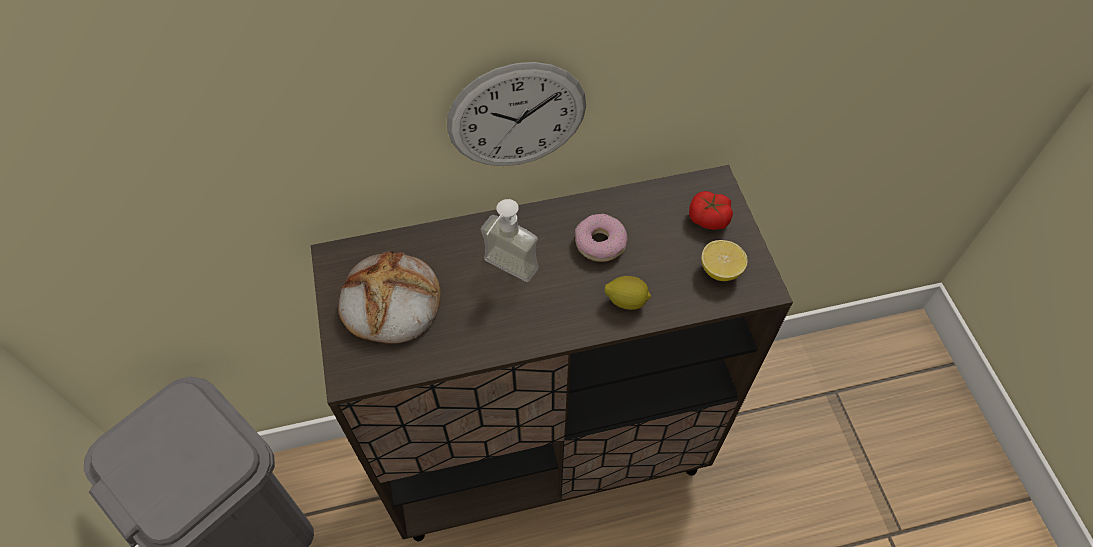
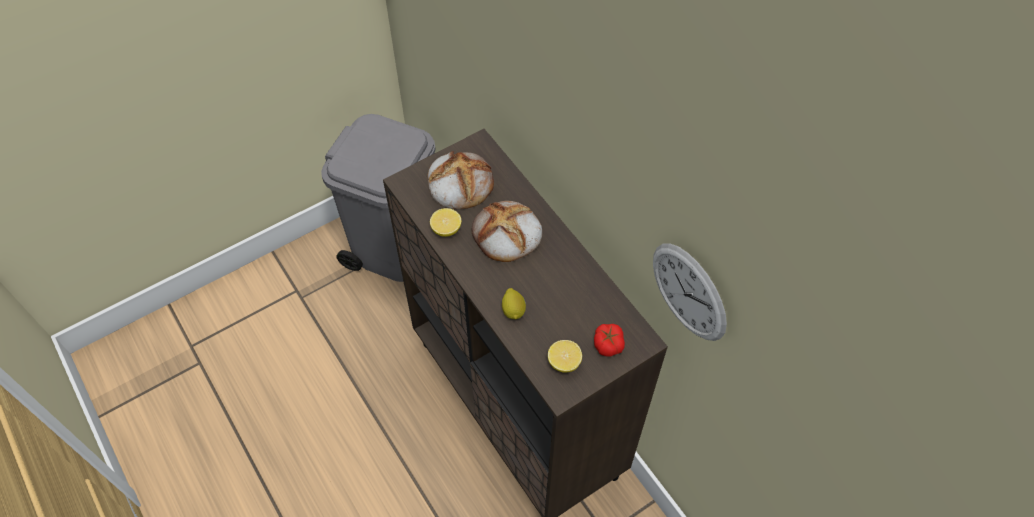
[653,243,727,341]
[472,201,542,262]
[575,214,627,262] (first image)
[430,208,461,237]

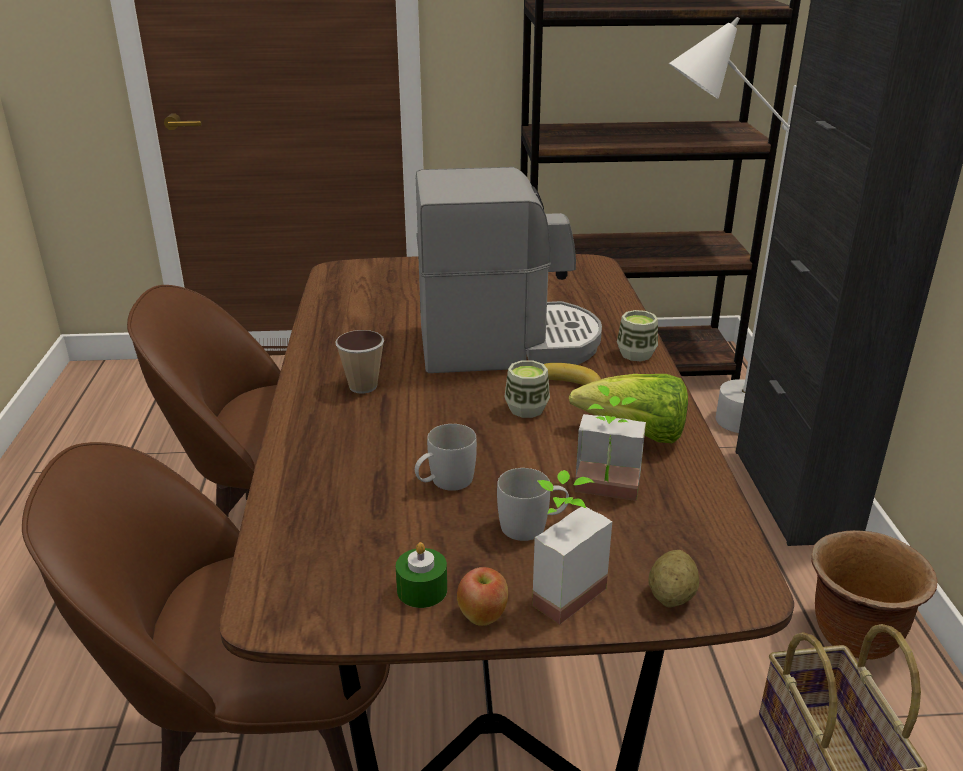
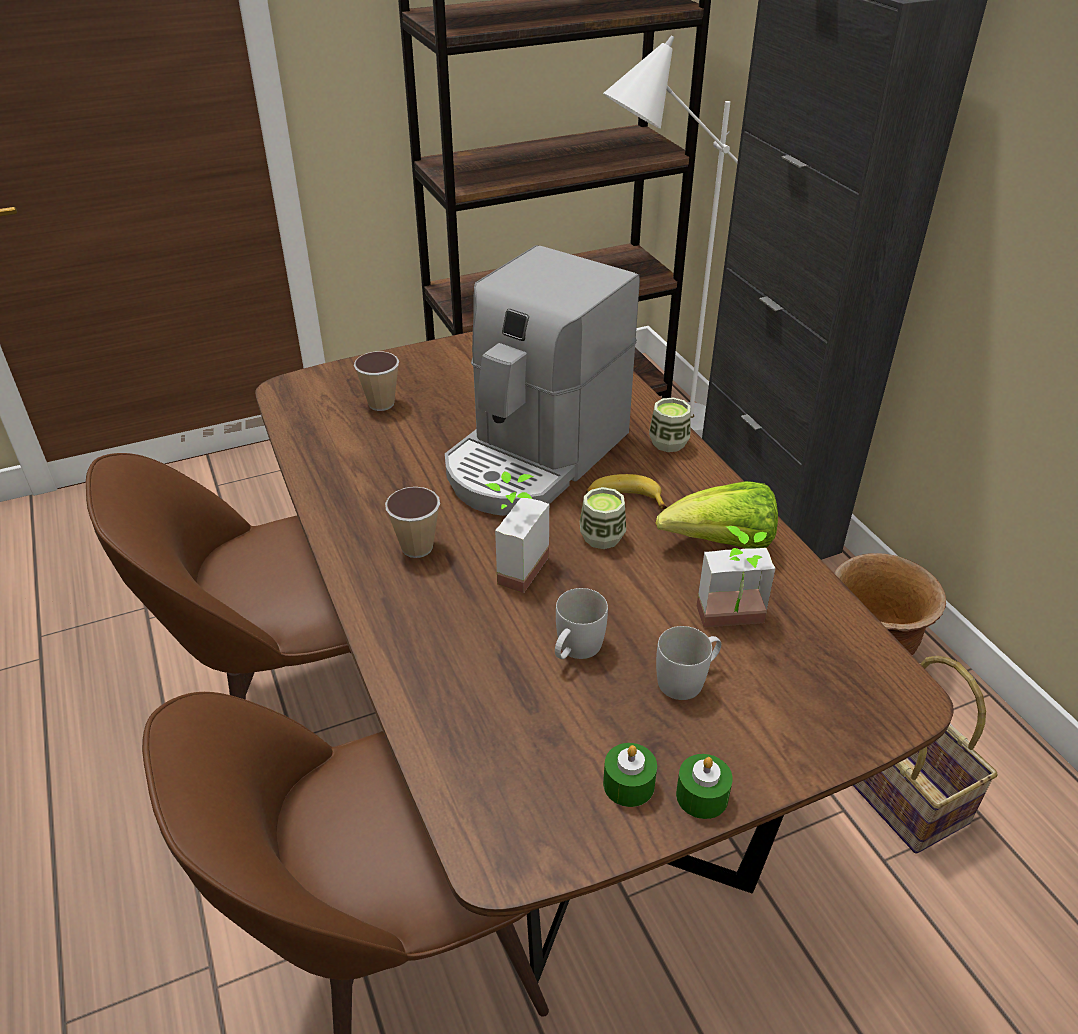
[445,245,640,516]
[485,471,549,593]
[649,550,699,607] (first image)
[676,754,733,819]
[354,351,399,411]

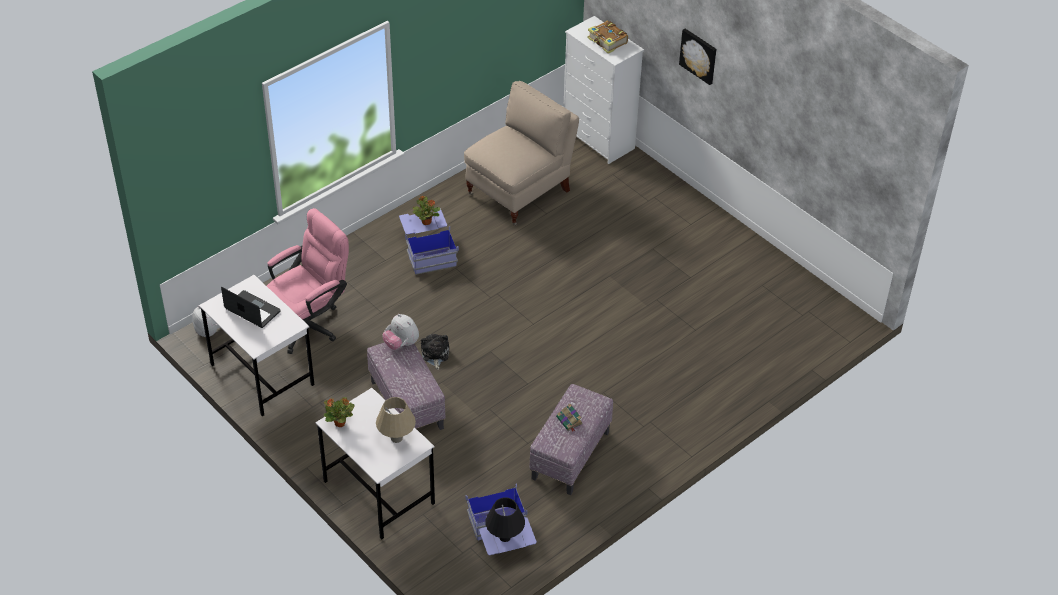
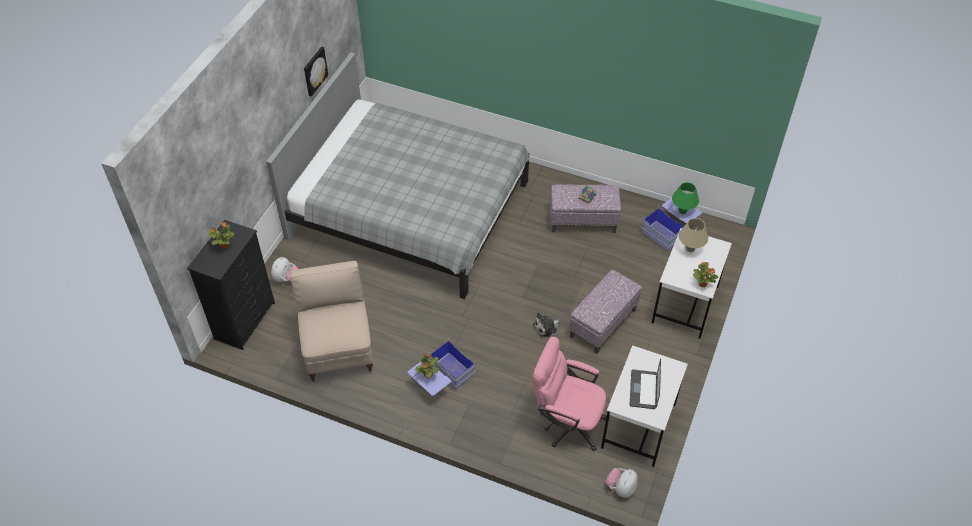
[187,220,275,350]
[207,222,234,249]
[304,47,328,97]
[290,261,373,382]
[271,257,299,282]
[672,182,699,214]
[266,53,530,299]

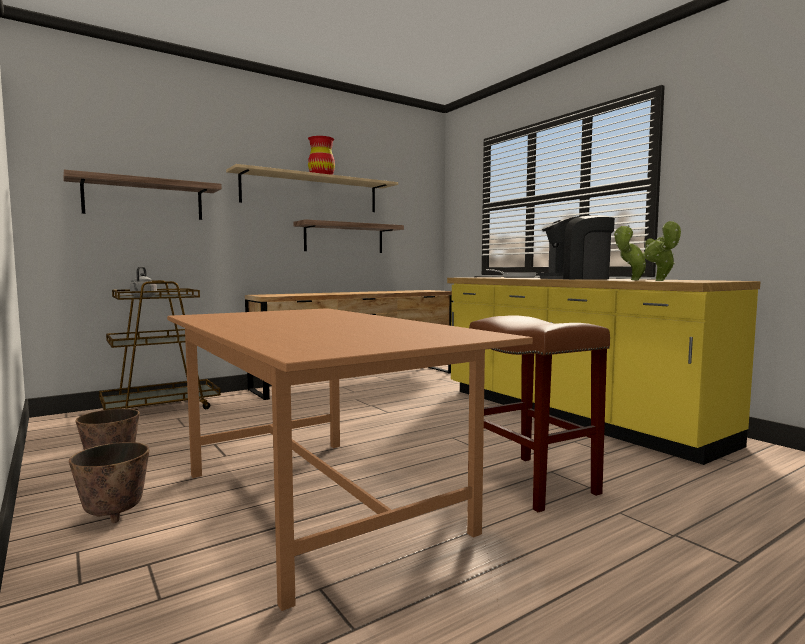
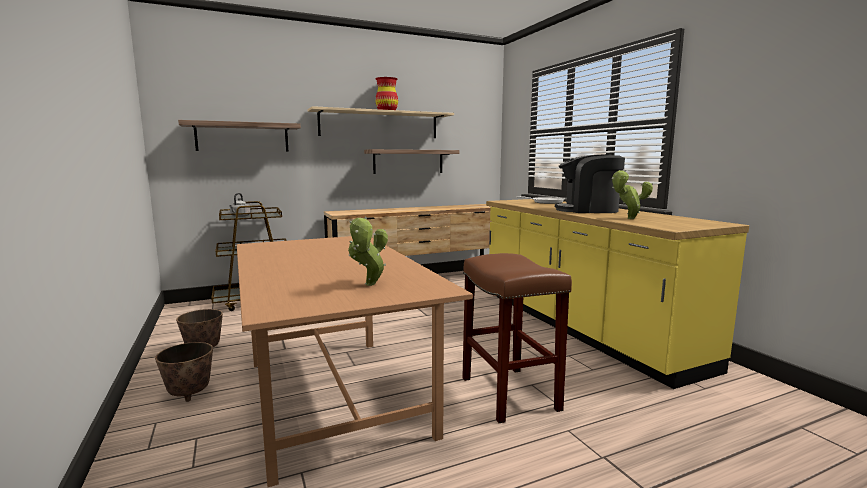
[348,217,388,286]

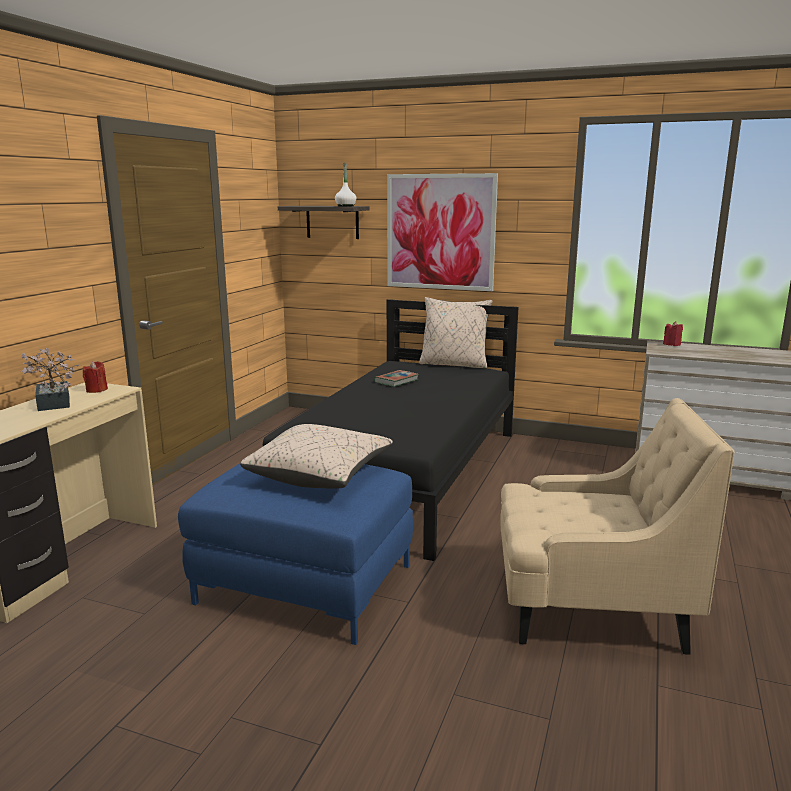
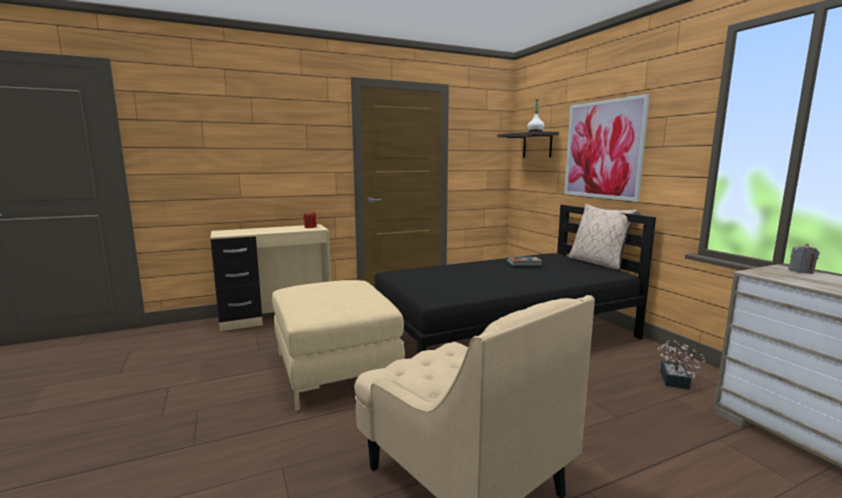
[788,244,820,274]
[657,340,705,390]
[240,424,393,489] (first image)
[272,280,405,411]

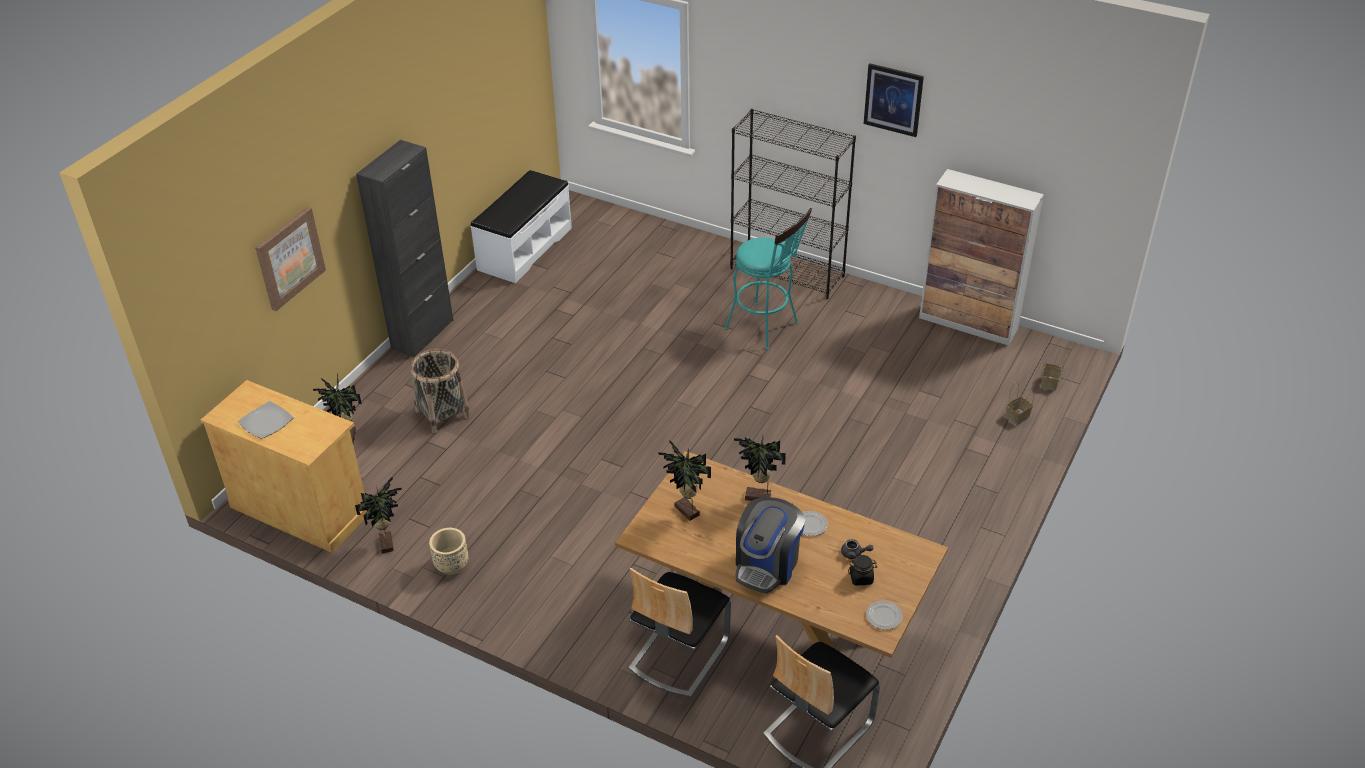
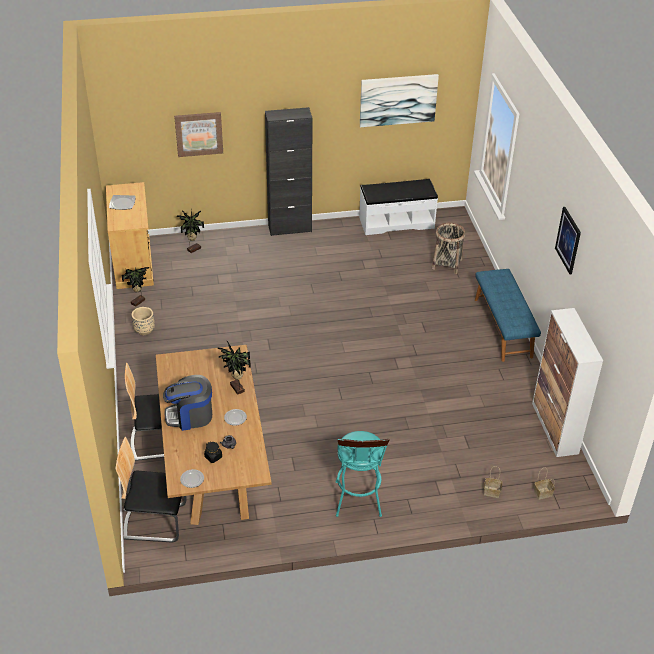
[475,269,541,362]
[335,431,389,517]
[432,223,465,274]
[658,440,711,521] (first image)
[360,74,439,127]

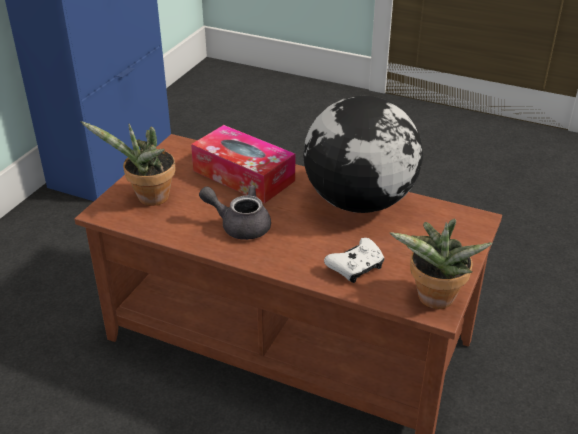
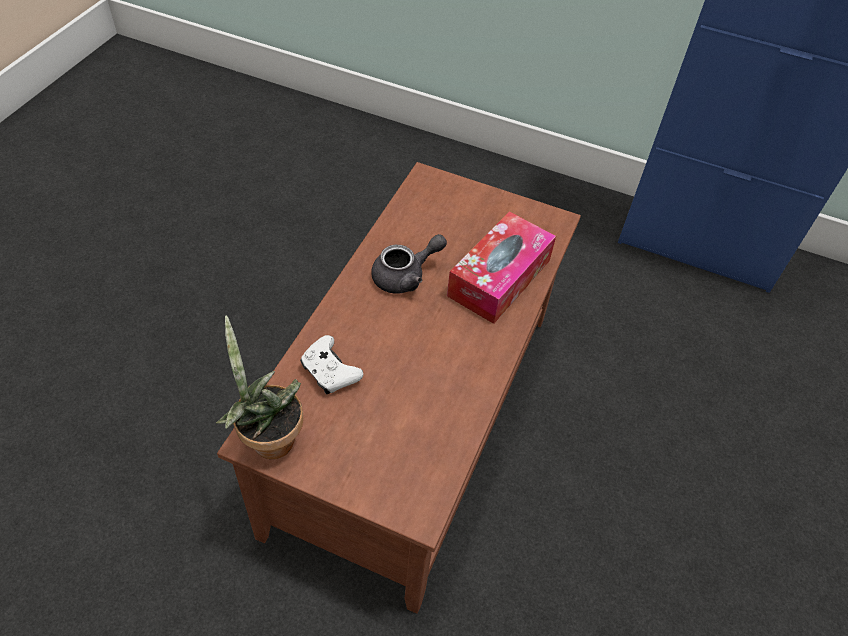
[303,96,423,213] (first image)
[81,121,176,206] (first image)
[371,234,447,293]

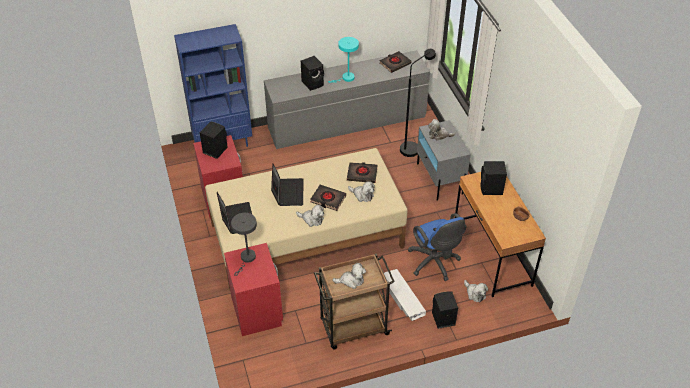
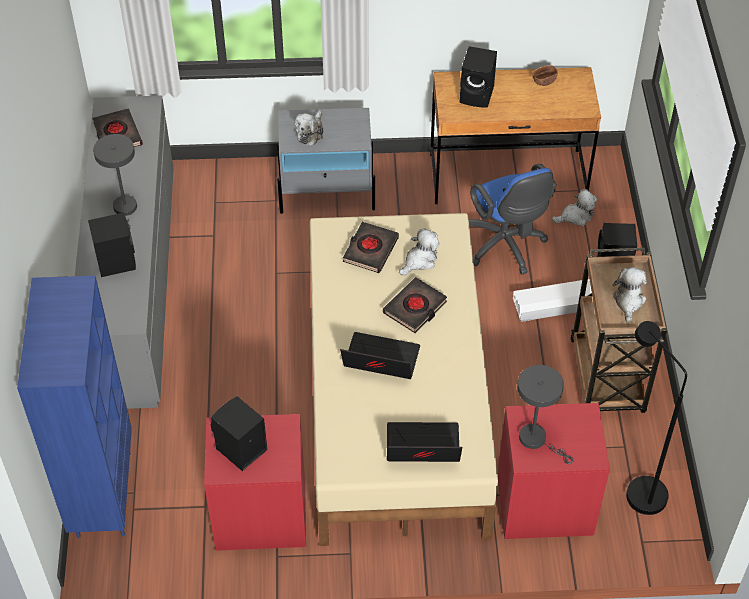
[93,134,137,228]
[626,321,687,515]
[296,205,324,227] (first image)
[469,164,557,275]

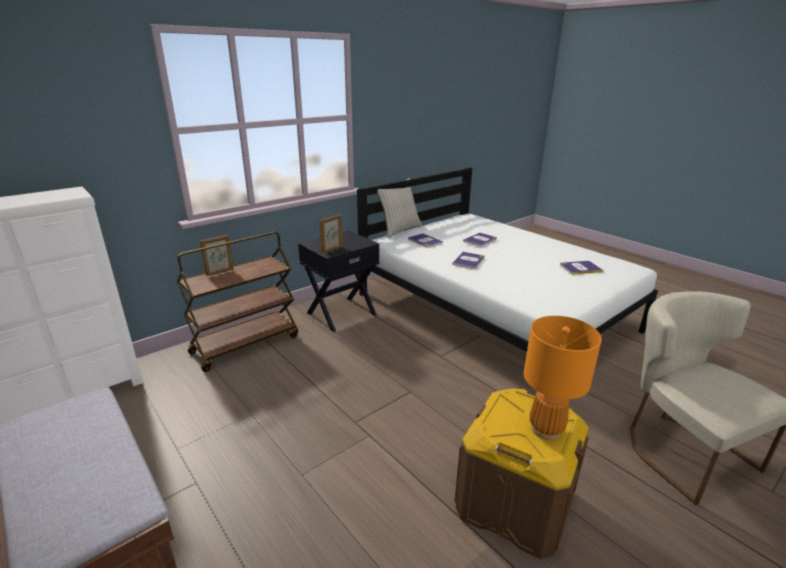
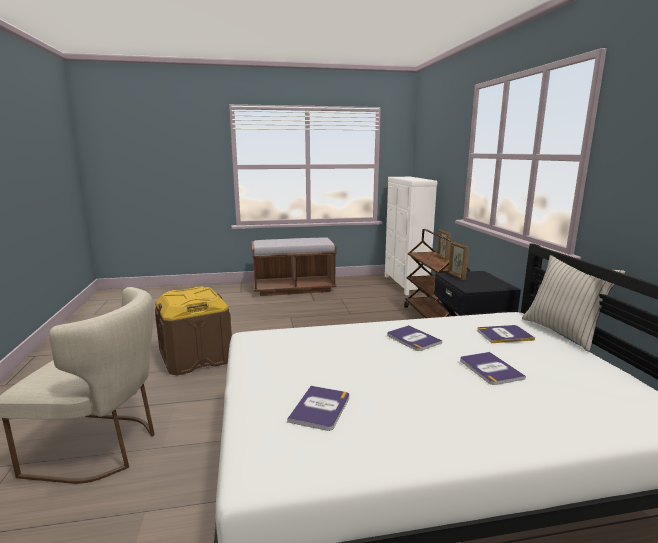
[524,316,602,440] (first image)

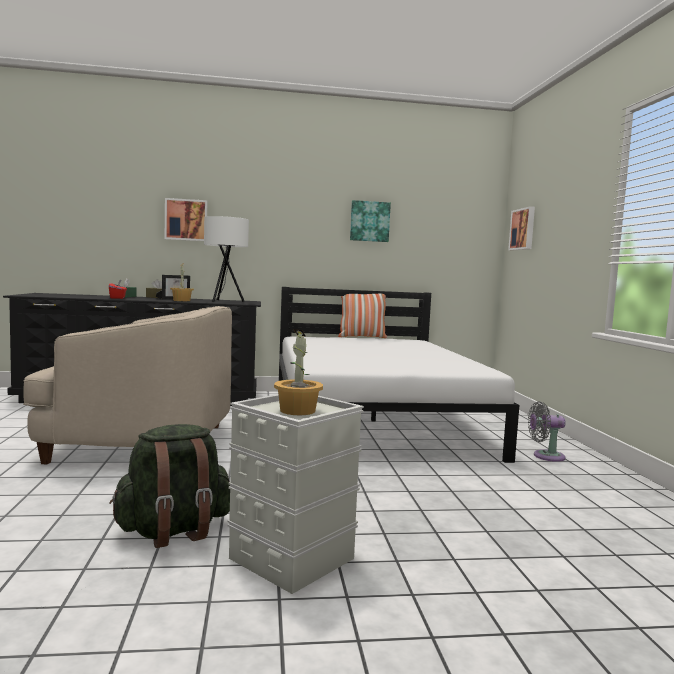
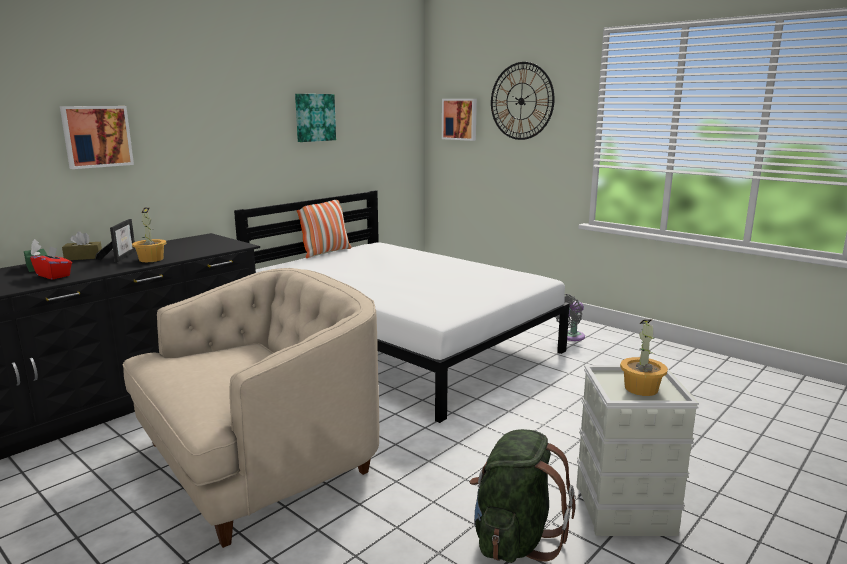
[204,216,249,302] (first image)
[491,62,555,140]

